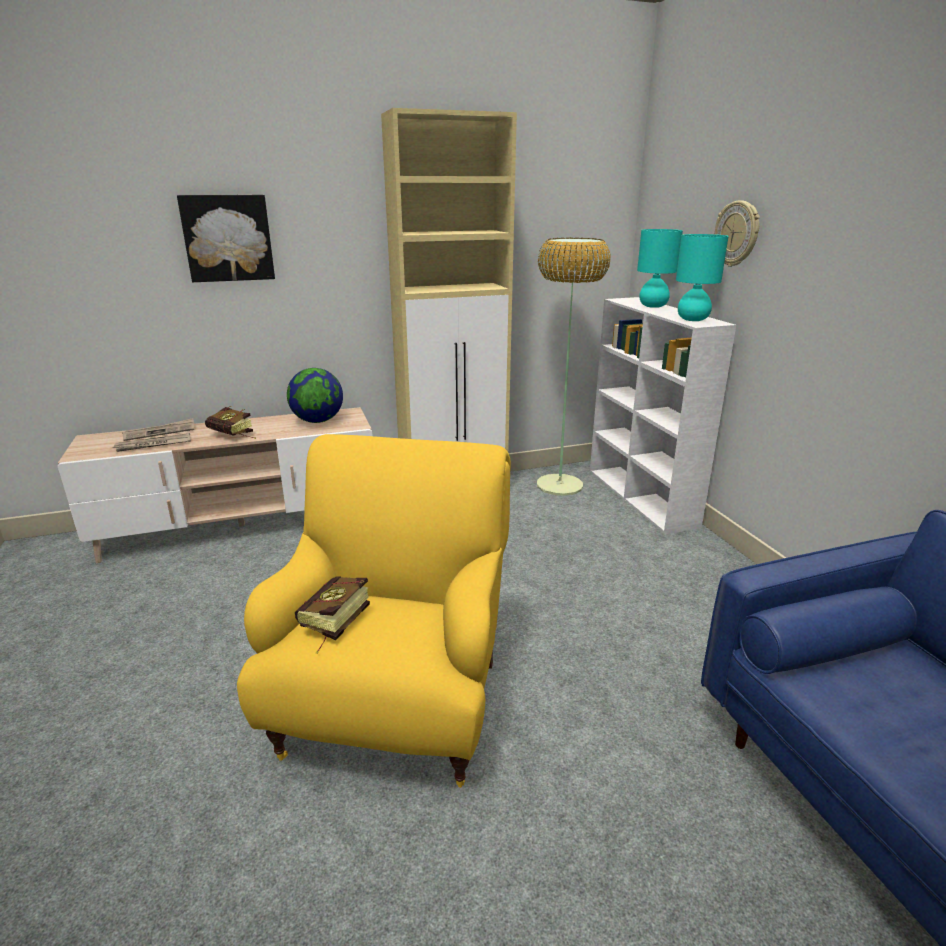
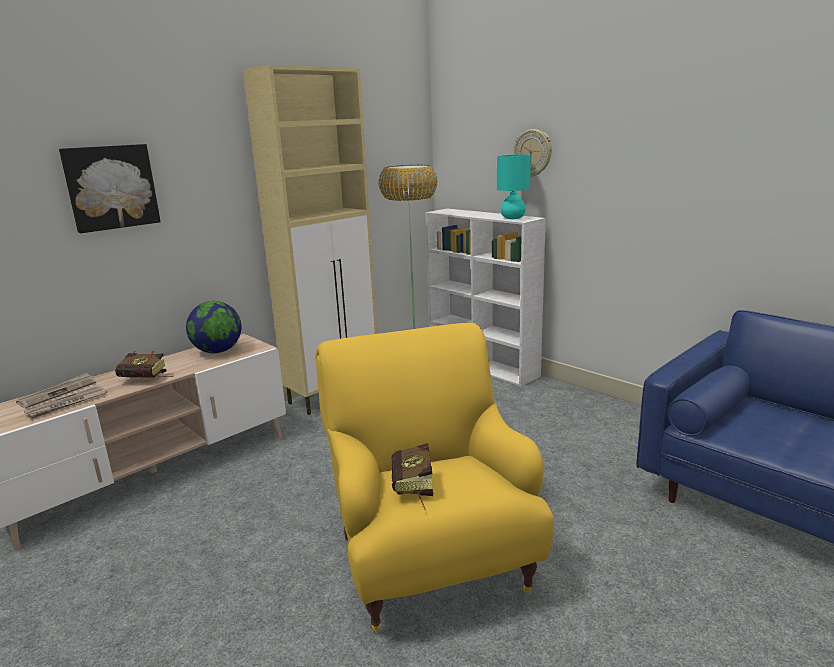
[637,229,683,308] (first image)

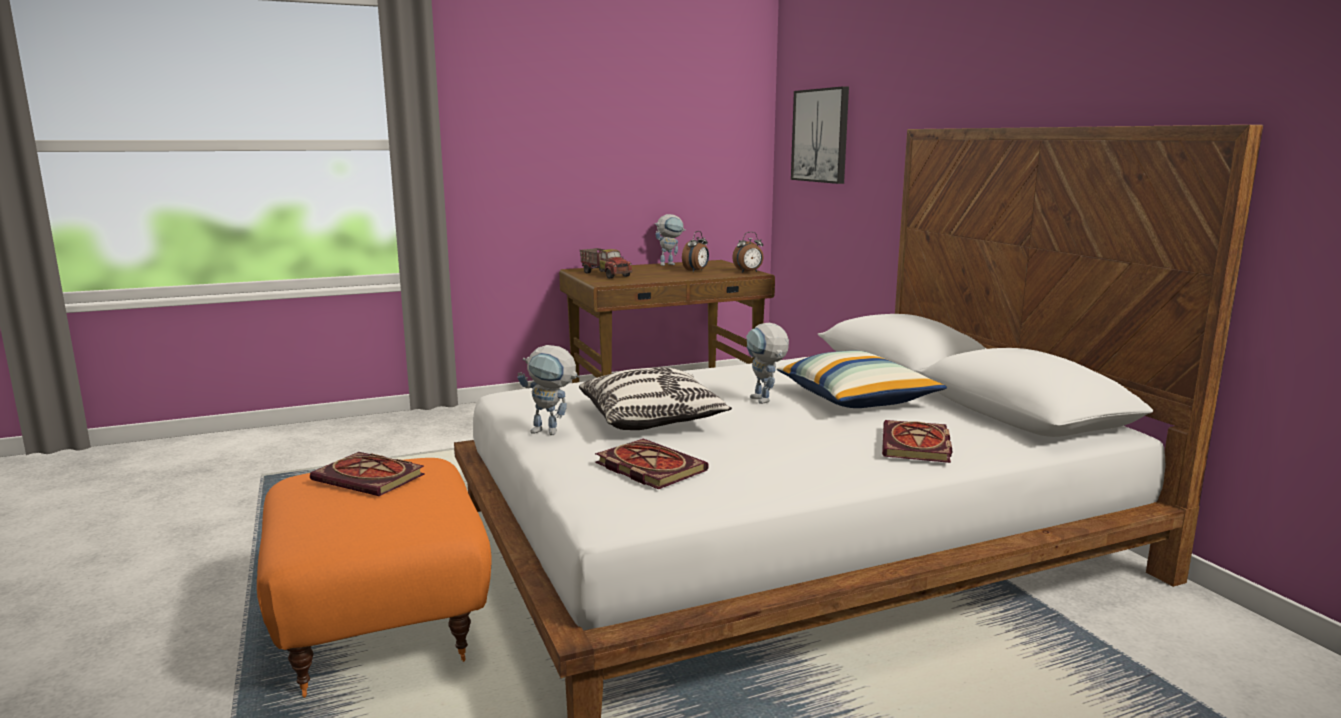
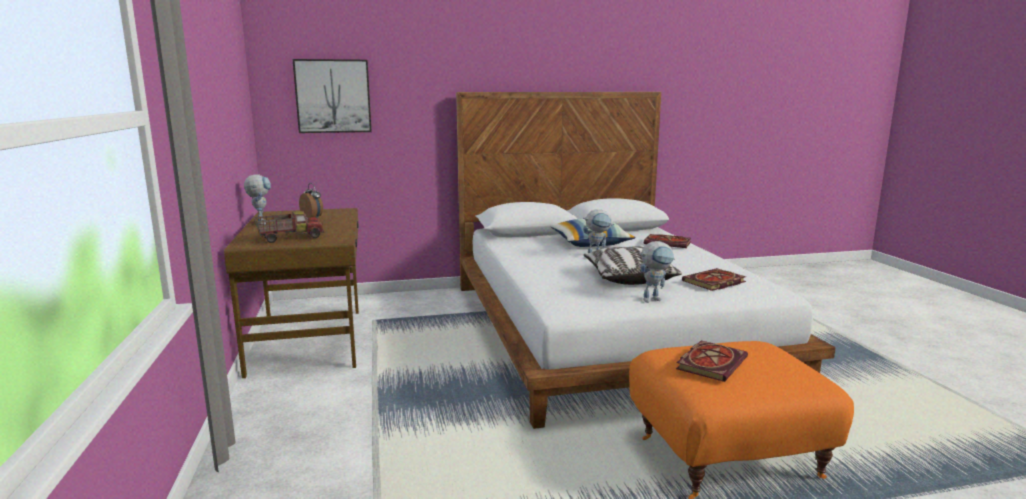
[732,232,764,273] (first image)
[639,241,675,303]

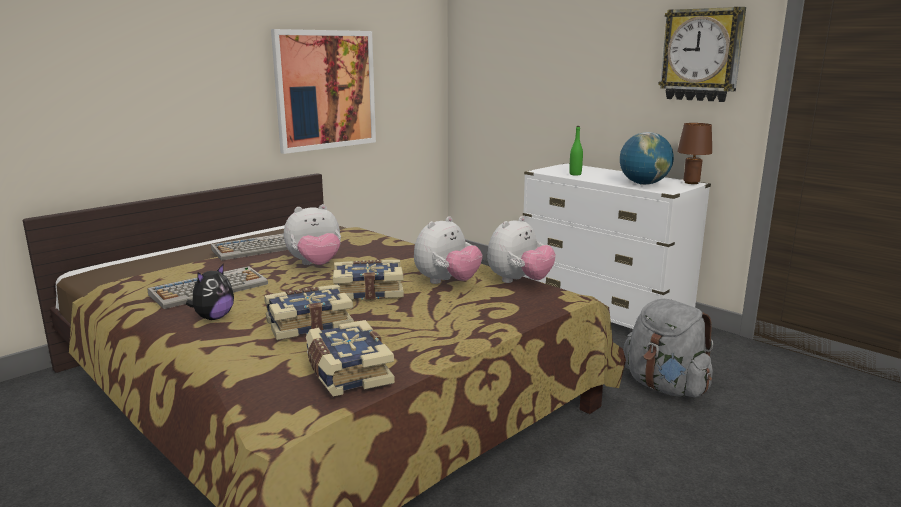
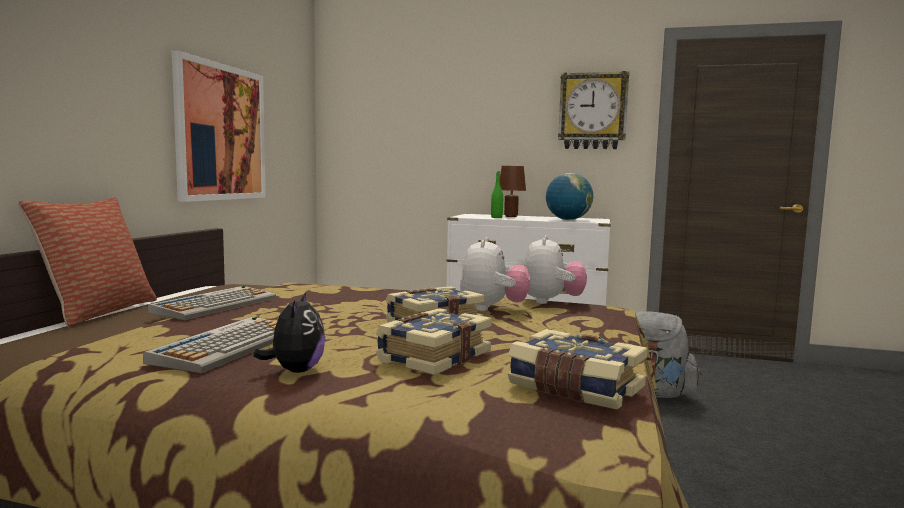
[500,166,526,217]
[284,204,341,265] (first image)
[18,197,157,328]

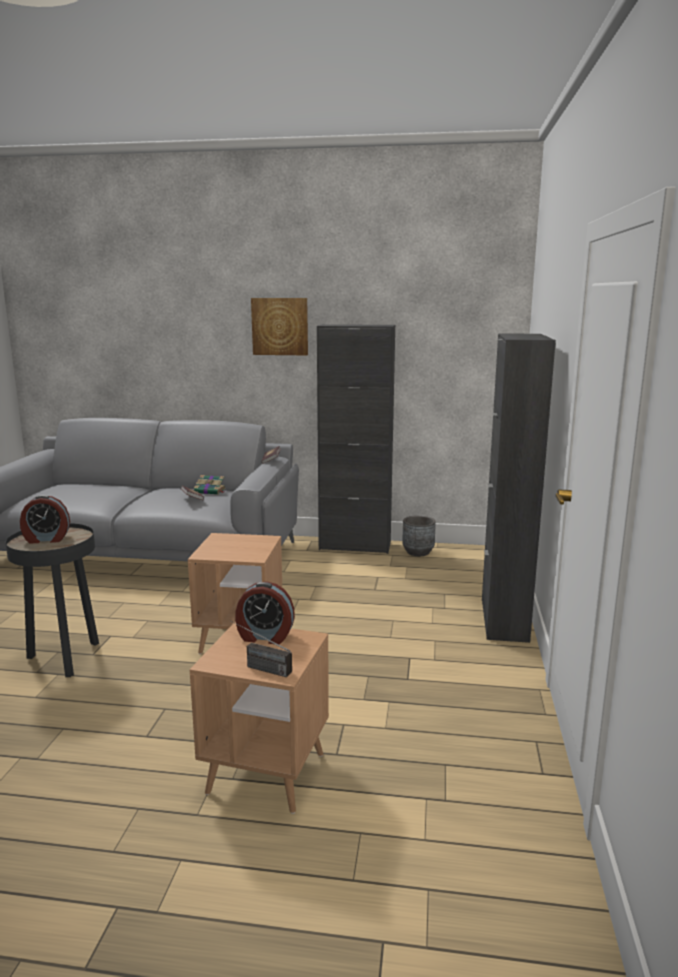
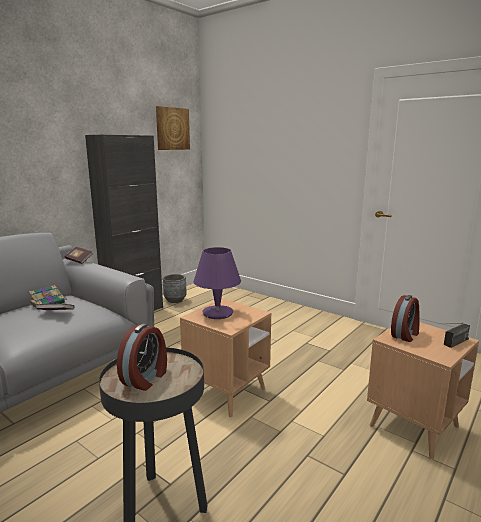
[156,106,190,150]
[482,333,556,643] (first image)
[193,247,241,319]

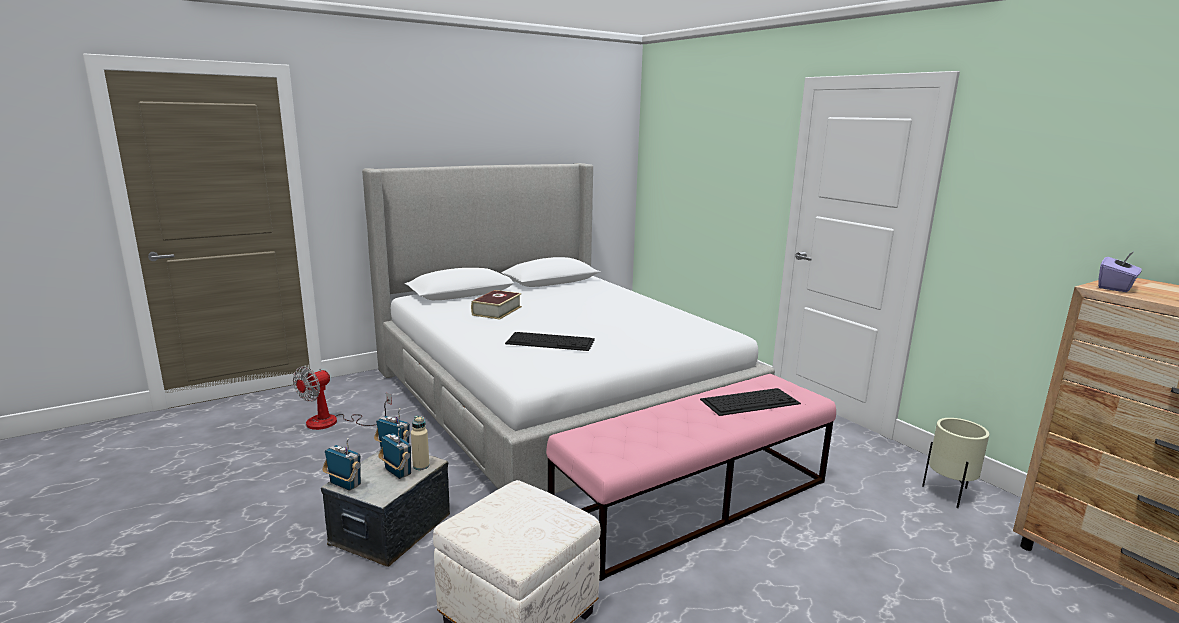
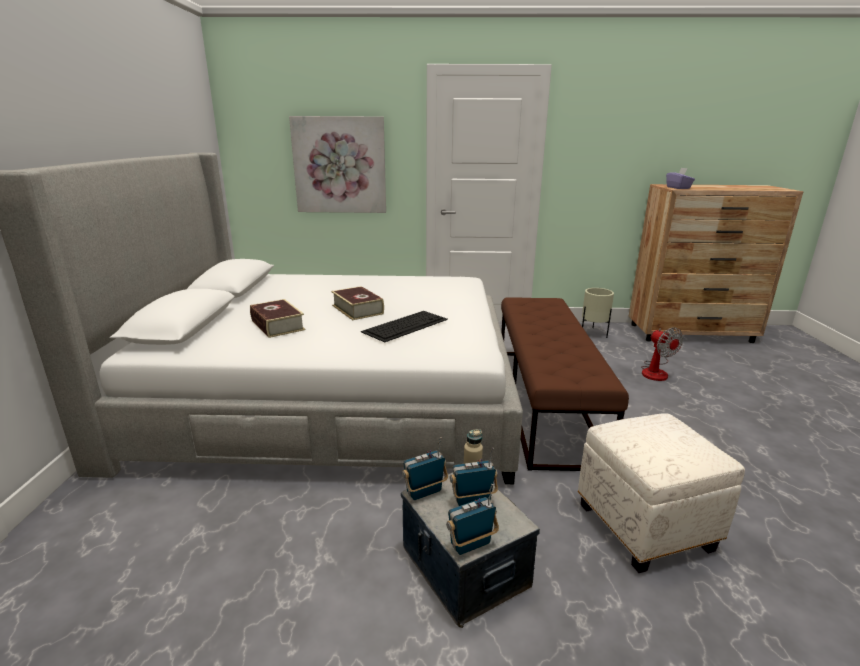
[641,327,683,381]
[501,297,629,471]
[700,388,801,416] (first image)
[289,116,386,213]
[331,286,384,320]

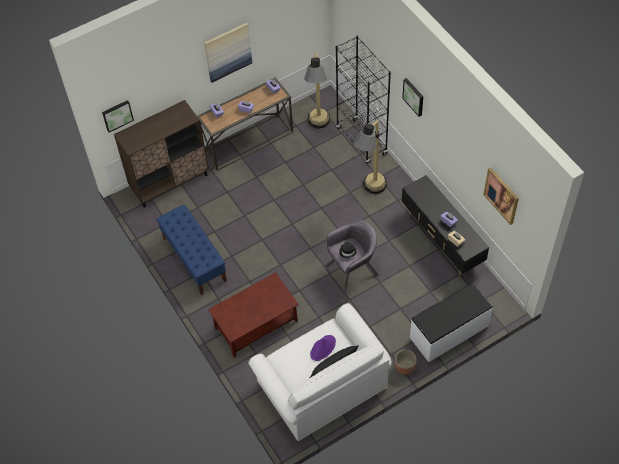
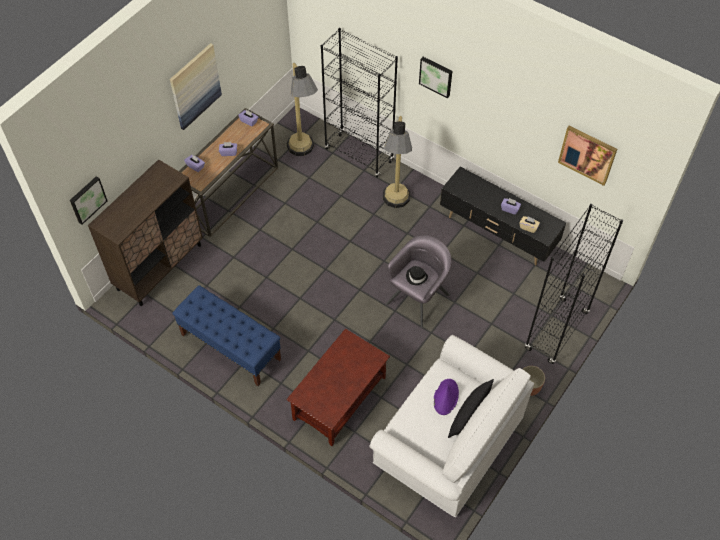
[525,204,623,364]

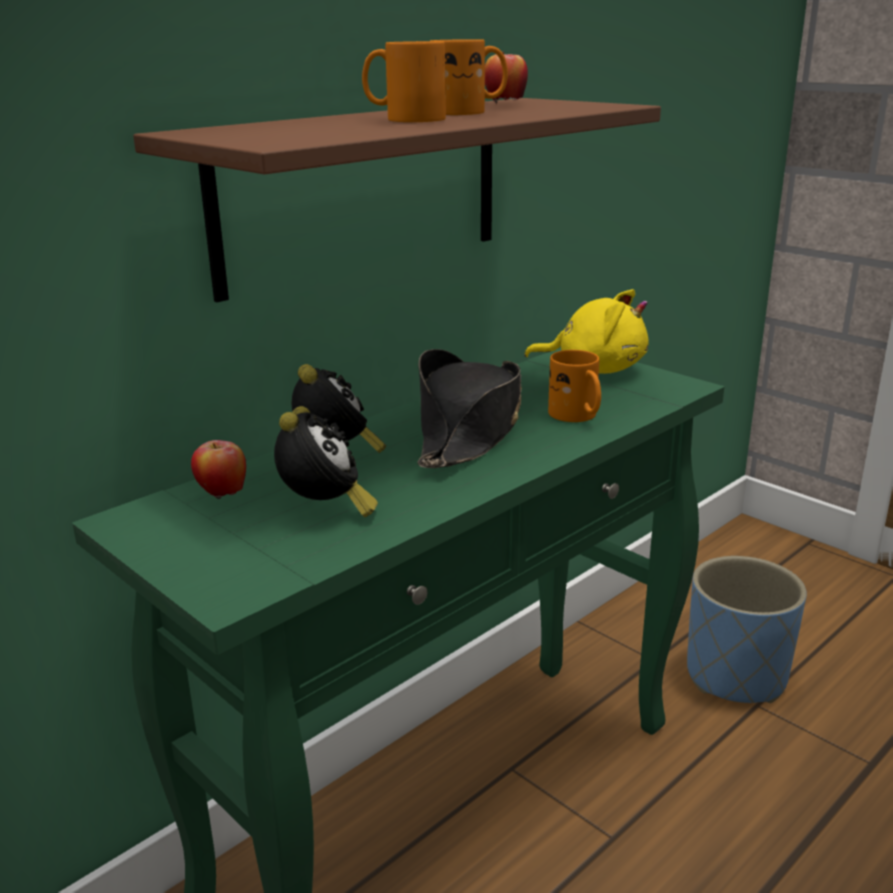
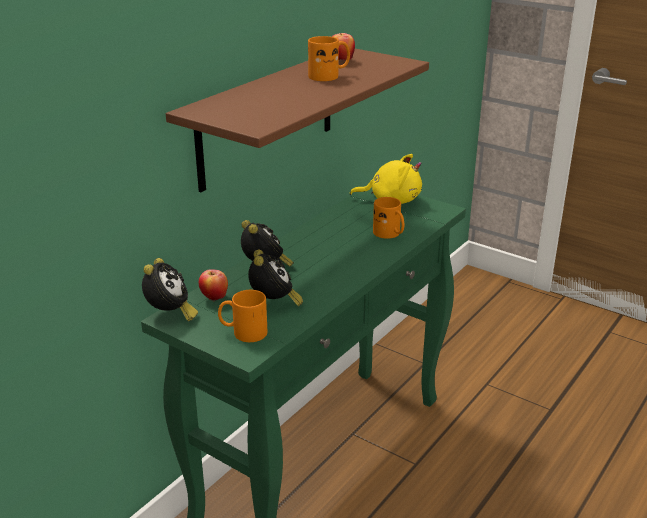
[218,290,267,342]
[418,349,521,468] (first image)
[687,556,807,703] (first image)
[142,258,198,321]

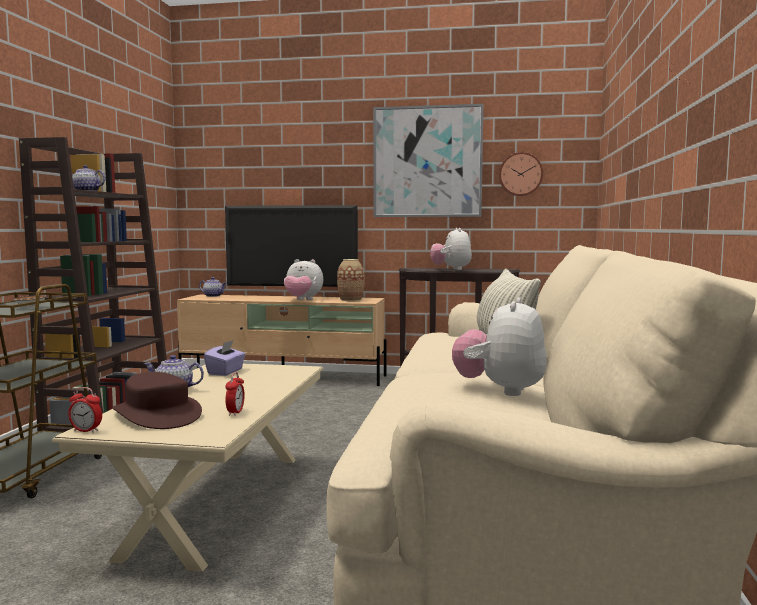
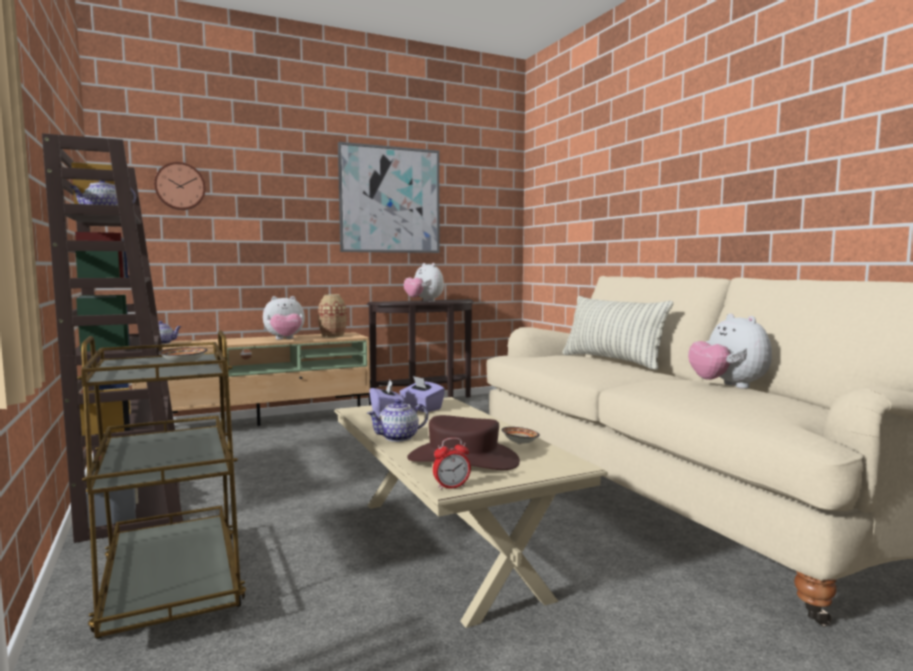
[154,162,206,210]
[225,205,358,297] (first image)
[501,427,540,444]
[399,376,445,412]

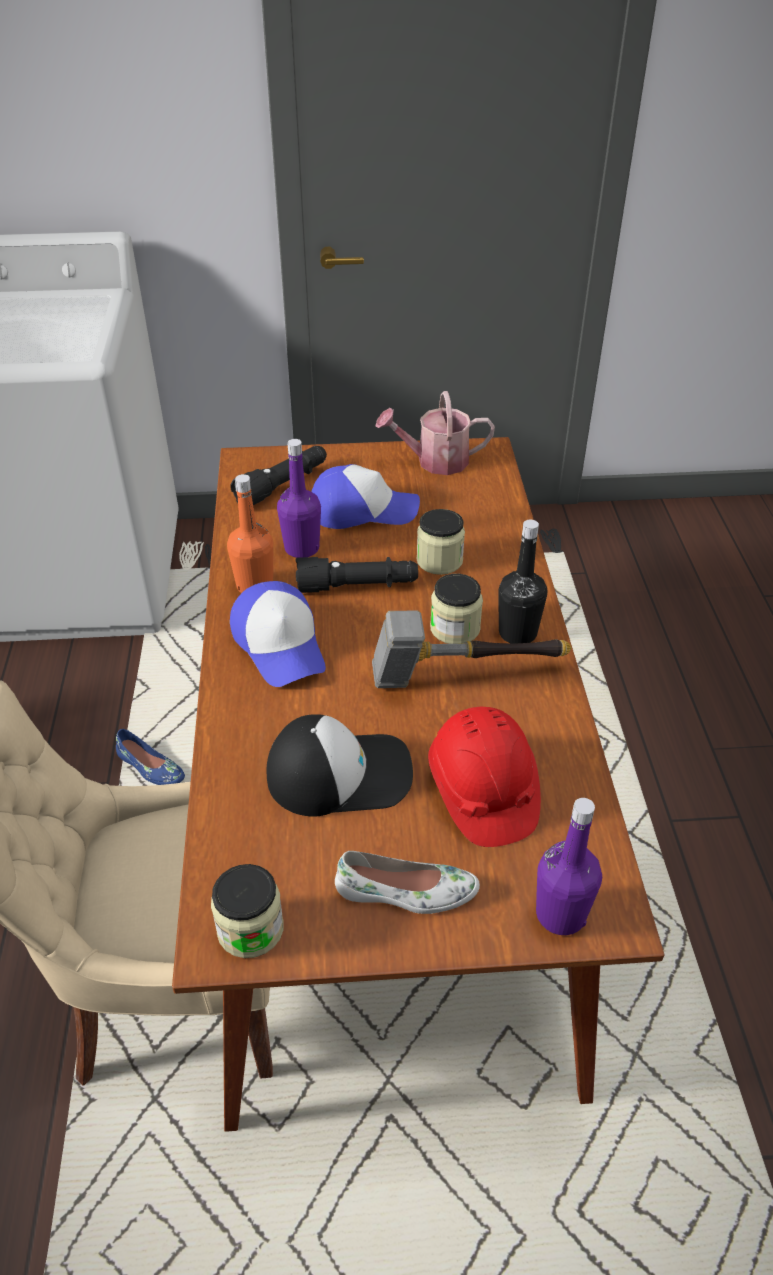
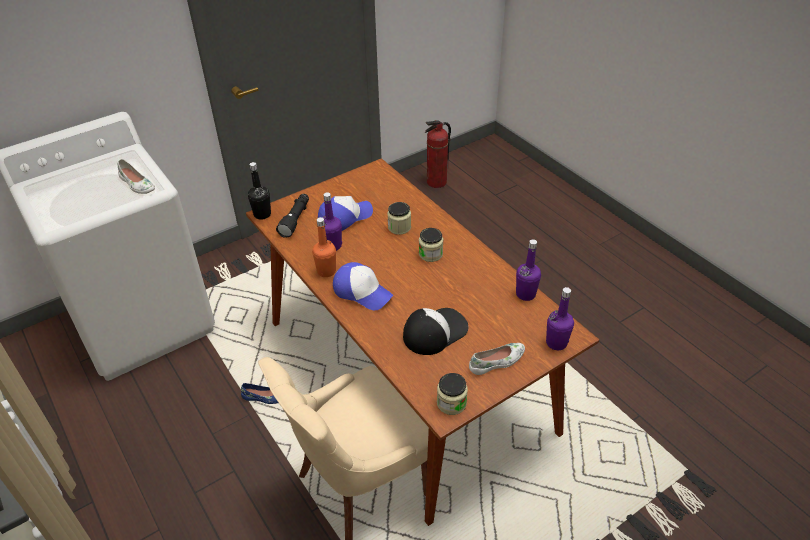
[376,391,495,475] (first image)
[248,162,271,220]
[296,557,418,593] (first image)
[372,611,571,688] (first image)
[428,706,541,847] (first image)
[425,120,451,188]
[118,159,155,194]
[516,239,541,301]

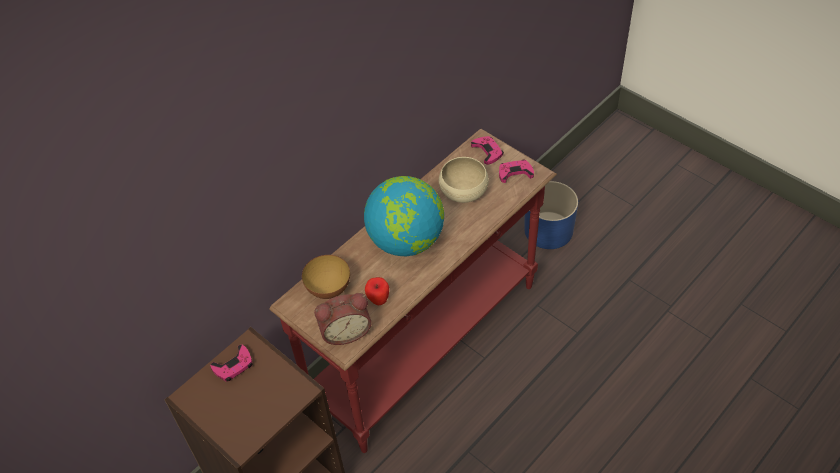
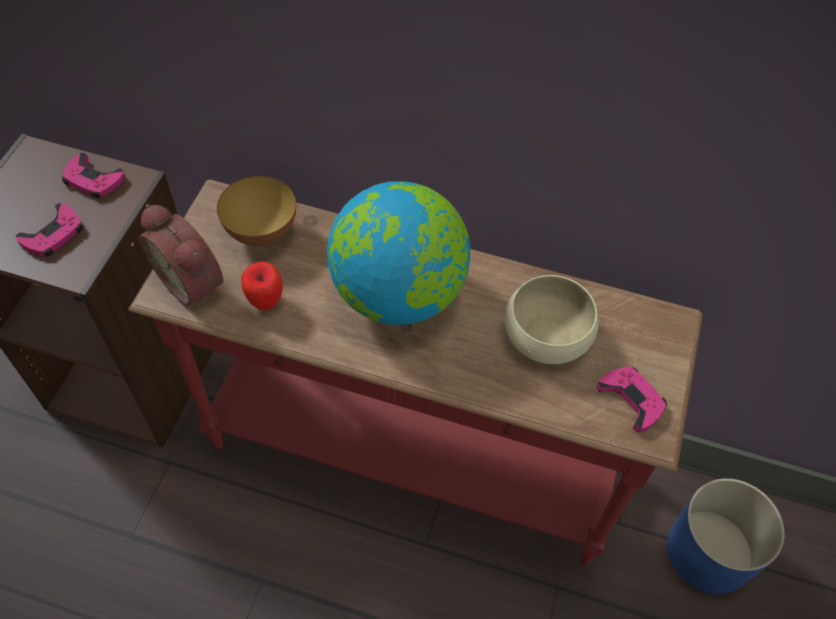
[16,203,83,257]

